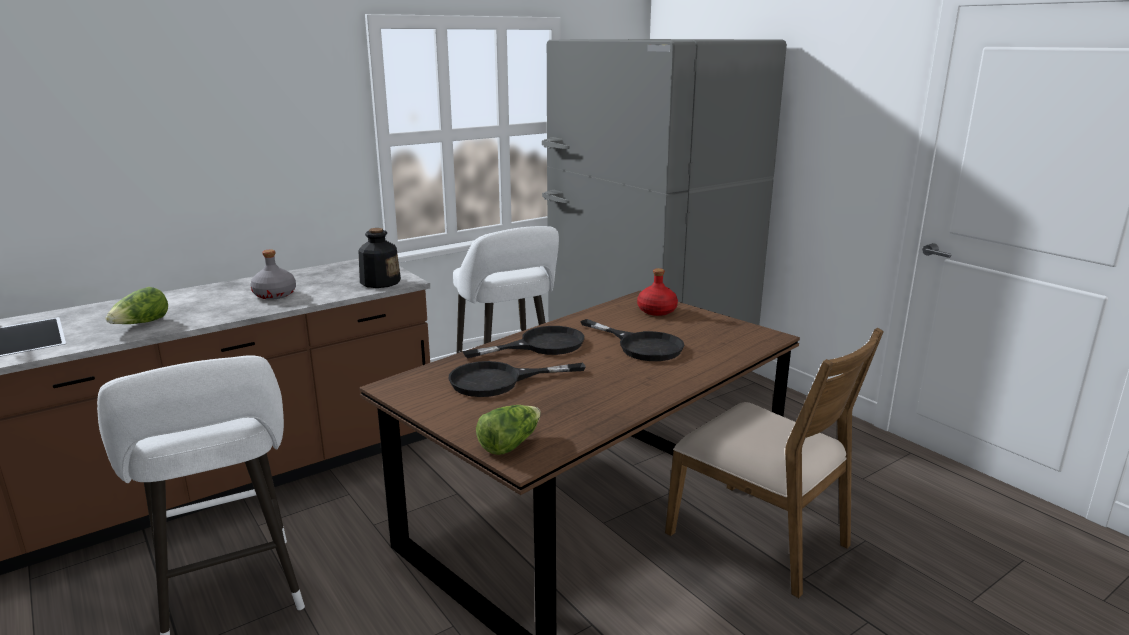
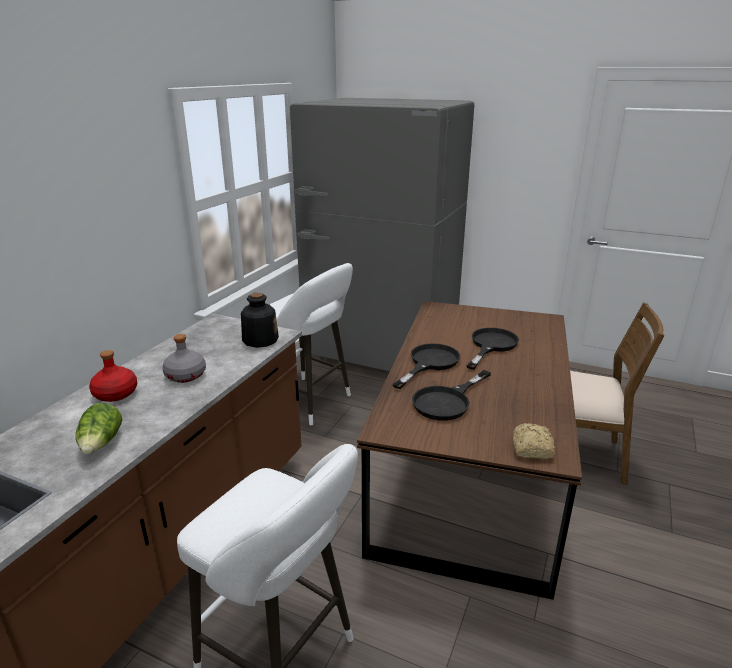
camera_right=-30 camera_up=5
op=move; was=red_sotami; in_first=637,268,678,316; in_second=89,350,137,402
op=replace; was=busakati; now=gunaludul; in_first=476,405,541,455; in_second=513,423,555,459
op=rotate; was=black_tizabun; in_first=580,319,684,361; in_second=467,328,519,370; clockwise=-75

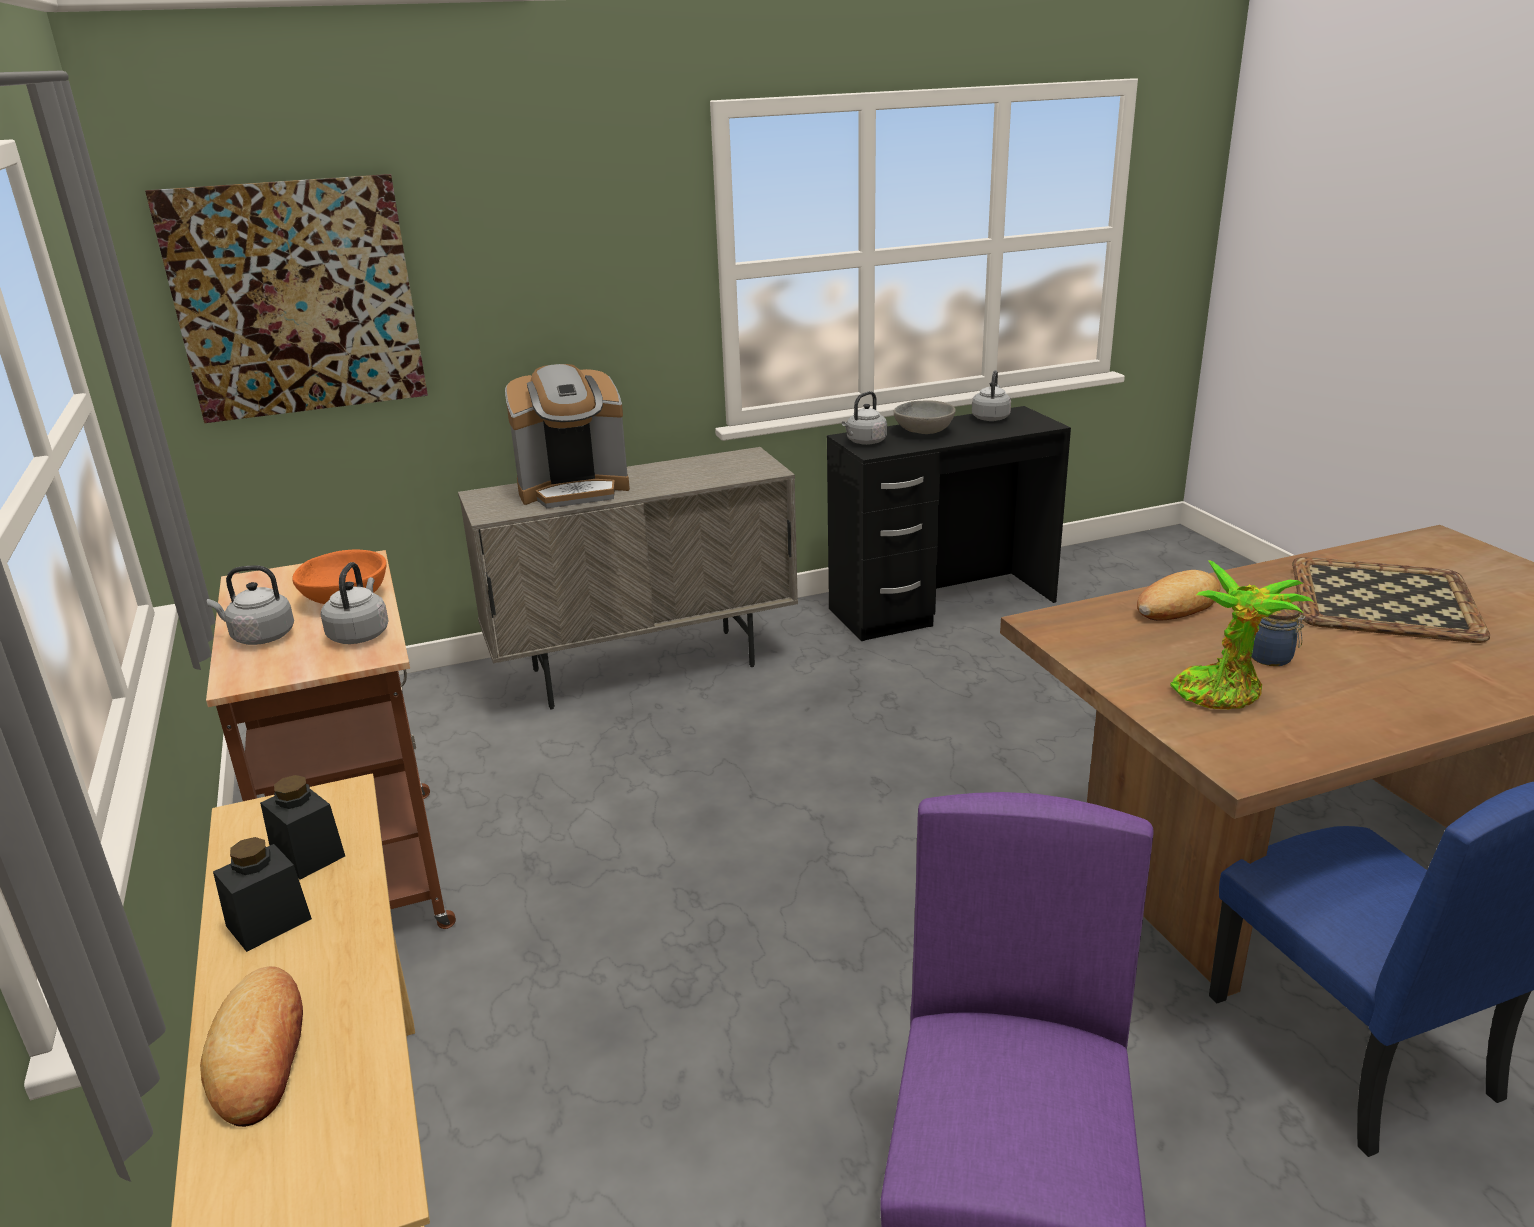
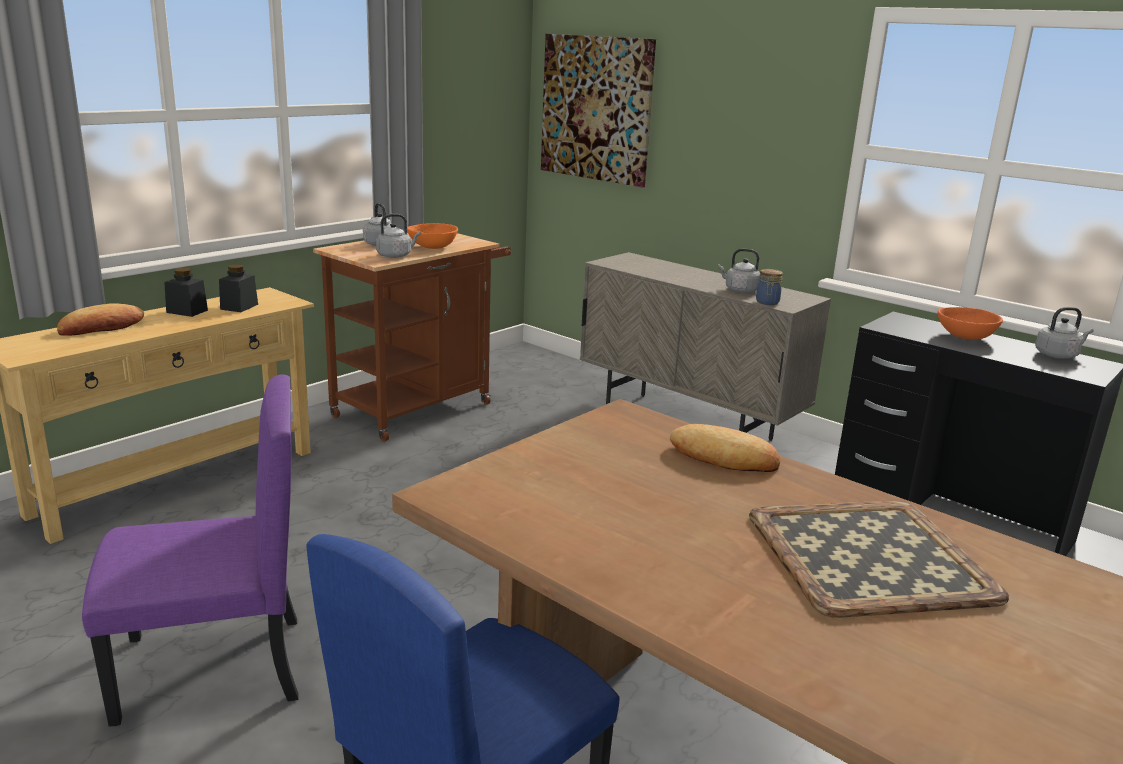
camera_right=60 camera_up=-5
op=delete; was=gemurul; in_first=505,364,630,508
op=delete; was=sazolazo; in_first=1170,560,1313,709
op=move; was=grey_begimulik; in_first=842,391,887,445; in_second=718,249,760,293
op=move; was=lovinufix; in_first=1251,603,1305,666; in_second=756,269,783,305
op=recolor; was=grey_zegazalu; now=orange_zegazalu; in_first=894,401,956,434; in_second=938,307,1003,340

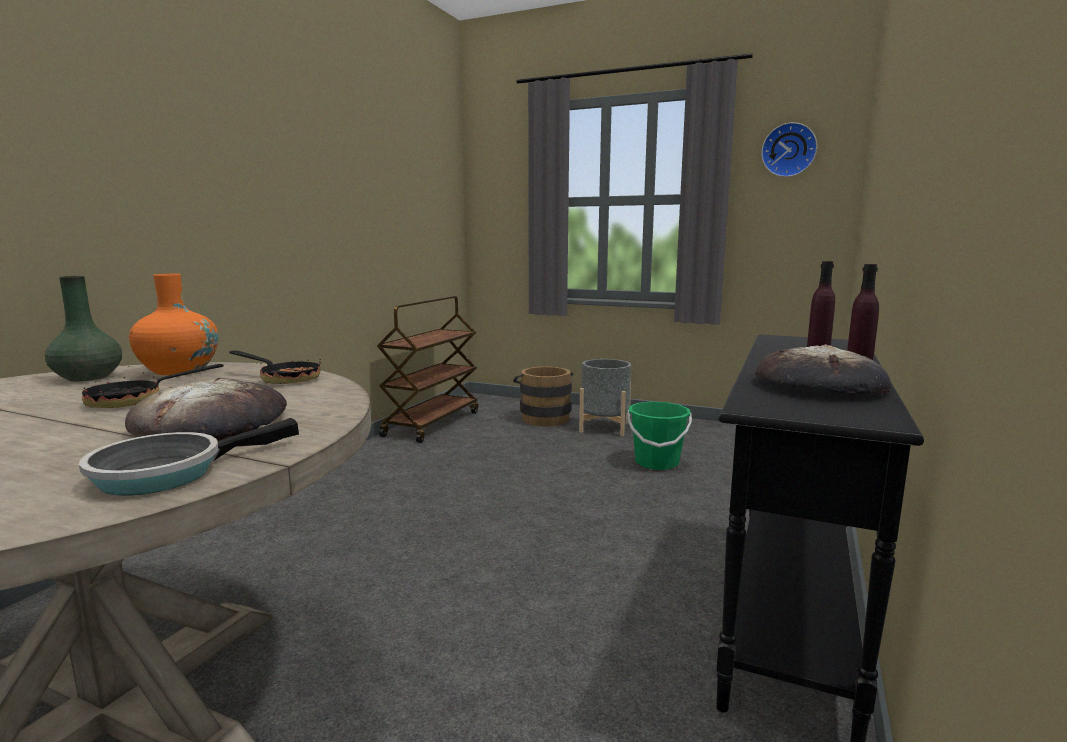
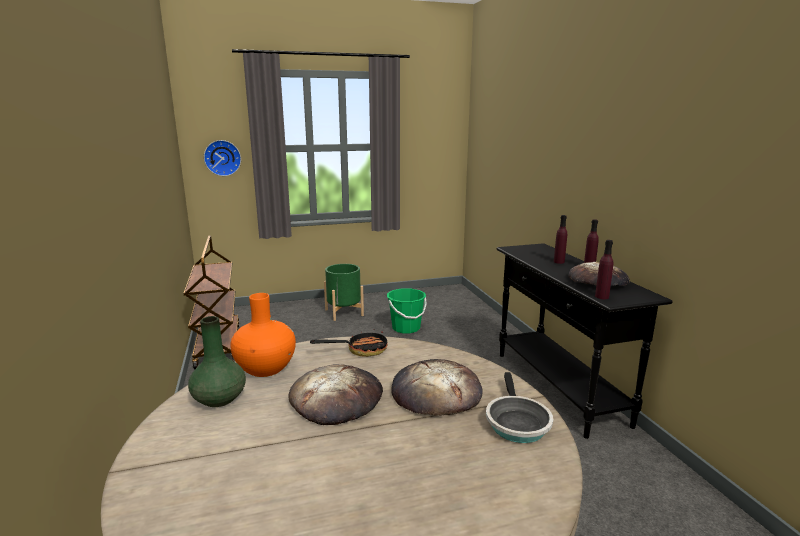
camera_right=-40 camera_up=5
op=delete; was=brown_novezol; in_first=513,366,573,426
op=insert; now=purple_sotami; in_second=595,240,613,299
op=move; was=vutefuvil; in_first=761,122,817,177; in_second=204,140,241,176
op=replace; was=tizabun; now=gunaludul; in_first=81,364,223,408; in_second=289,364,383,425
op=recolor; was=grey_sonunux; now=green_sonunux; in_first=579,359,631,436; in_second=324,264,364,321

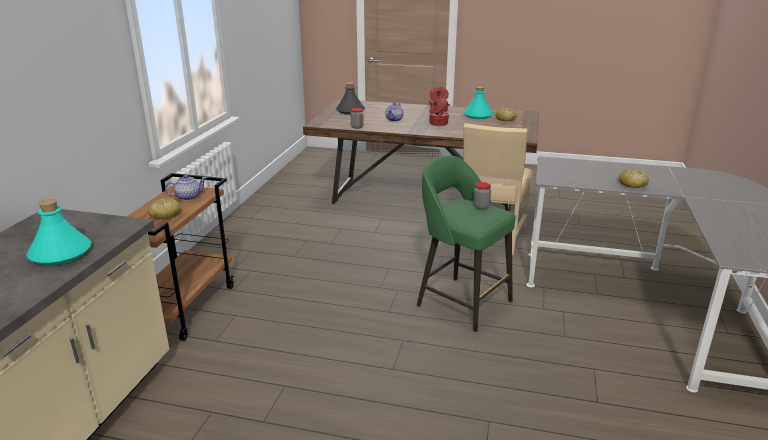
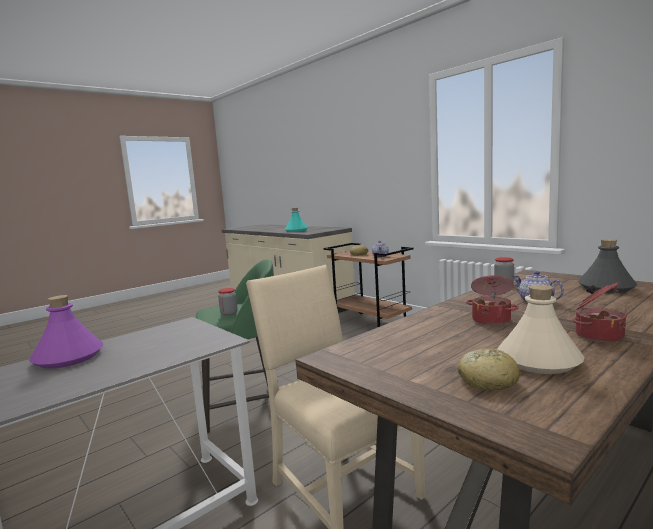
camera_right=125 camera_up=-15
op=replace; was=gunaludul; now=purple_sotami; in_first=619,168,649,188; in_second=29,295,103,368
op=recolor; was=turquoise_sotami; now=beige_sotami; in_first=463,86,493,119; in_second=497,285,584,374

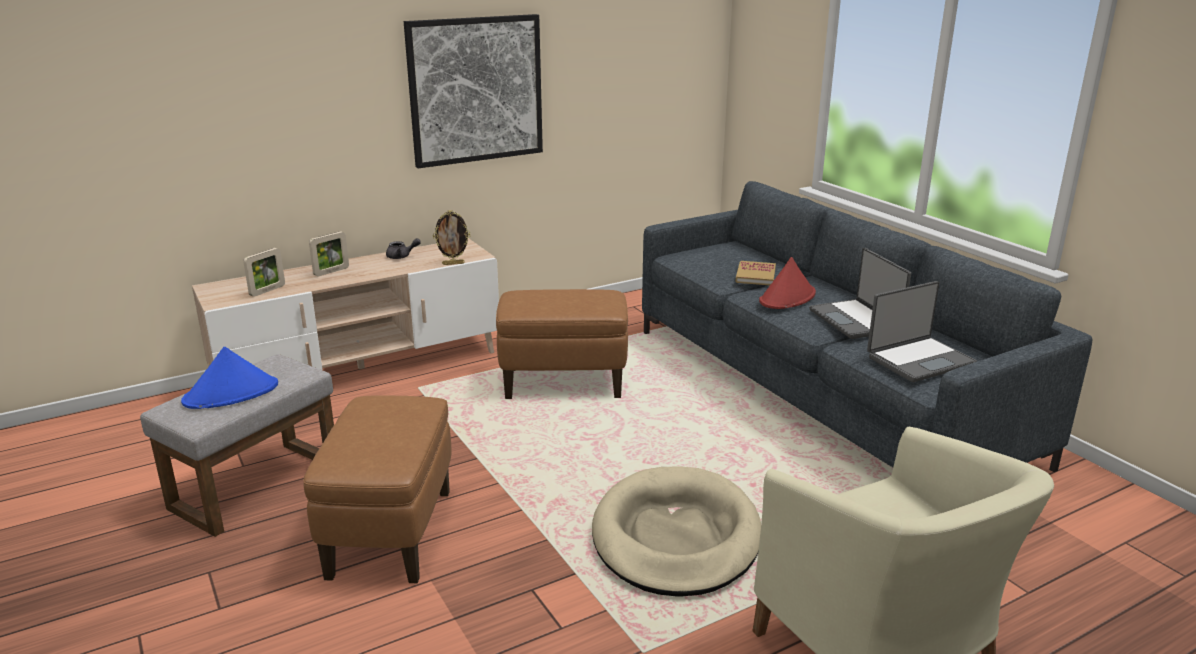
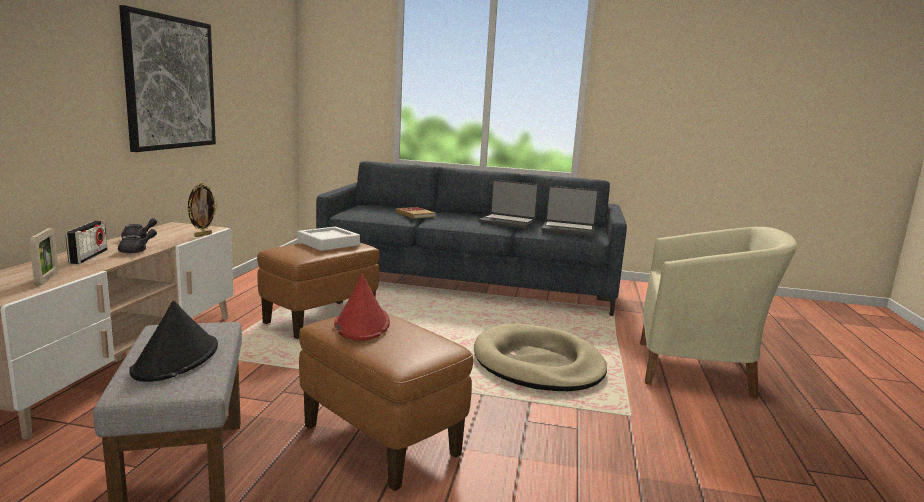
camera_right=-50 camera_up=-10
op=insert; now=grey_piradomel; in_second=118,229,157,254
op=insert; now=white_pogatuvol; in_second=297,226,360,251
op=move; was=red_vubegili; in_first=759,257,816,309; in_second=334,274,390,341
op=replace; was=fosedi; now=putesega; in_first=309,231,349,276; in_second=66,221,108,264
op=recolor; was=blue_vubegili; now=black_vubegili; in_first=181,347,278,409; in_second=129,301,218,382
op=rotate; was=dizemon; in_first=867,281,977,382; in_second=541,186,599,236; clockwise=90

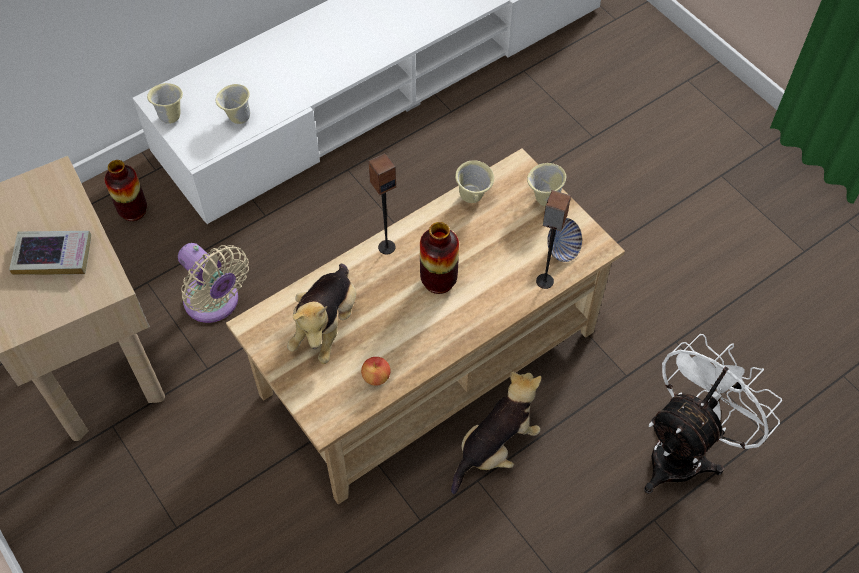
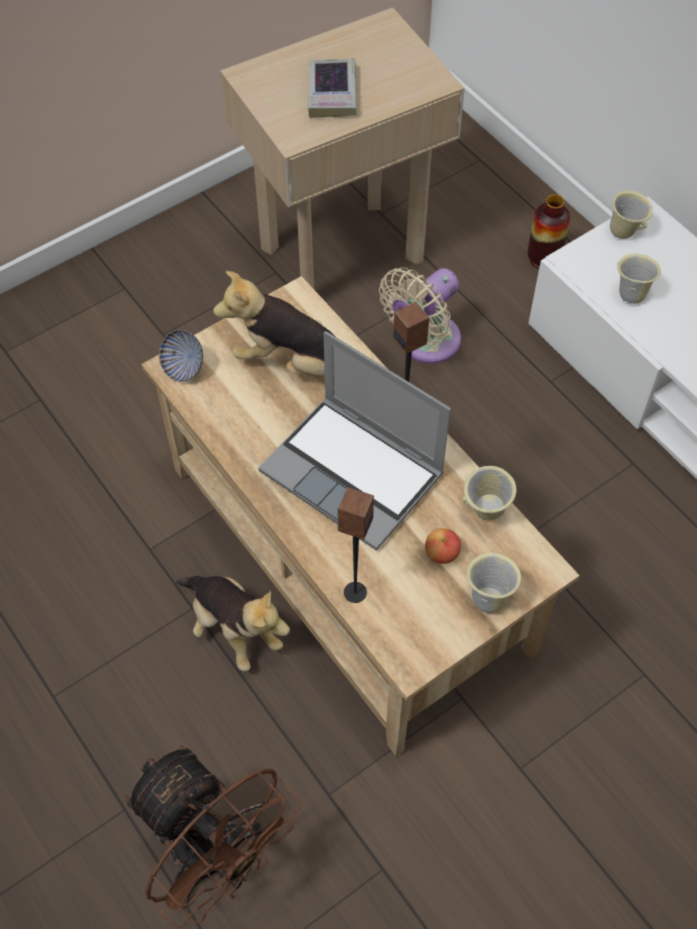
camera_right=90 camera_up=0
op=move; was=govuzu; in_first=361,357,390,386; in_second=425,528,461,564
op=move; was=zegazalu; in_first=547,218,582,262; in_second=159,330,203,382
op=replace; was=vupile; now=dizemon; in_first=420,222,459,294; in_second=259,331,451,550
op=recolor; was=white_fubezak; now=brown_fubezak; in_first=644,334,782,494; in_second=124,745,301,928

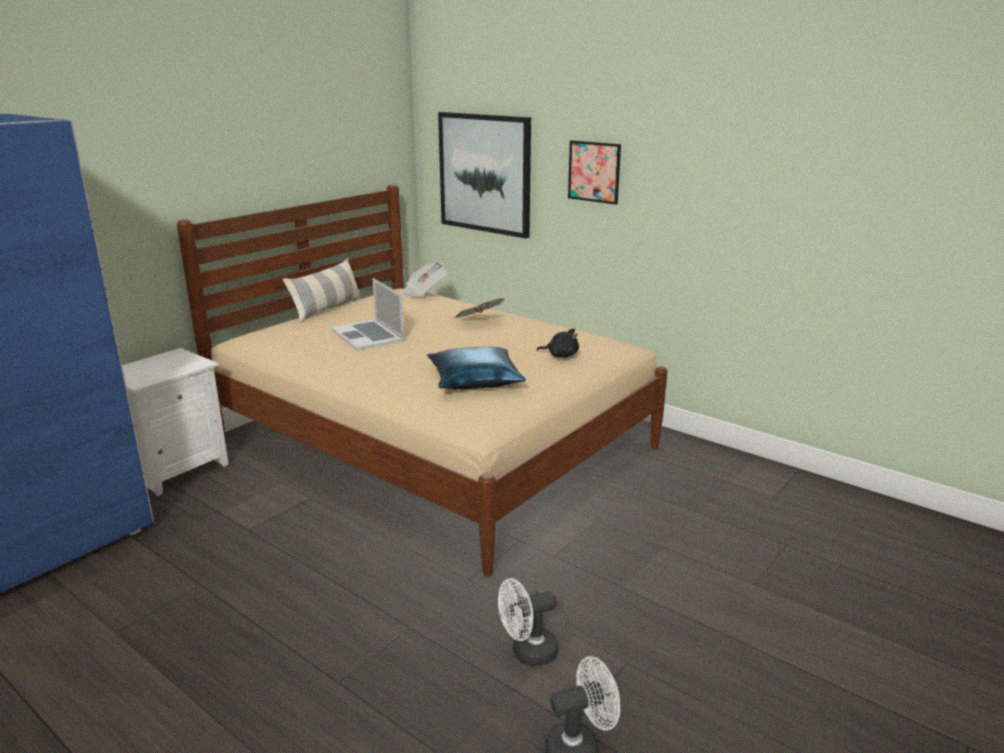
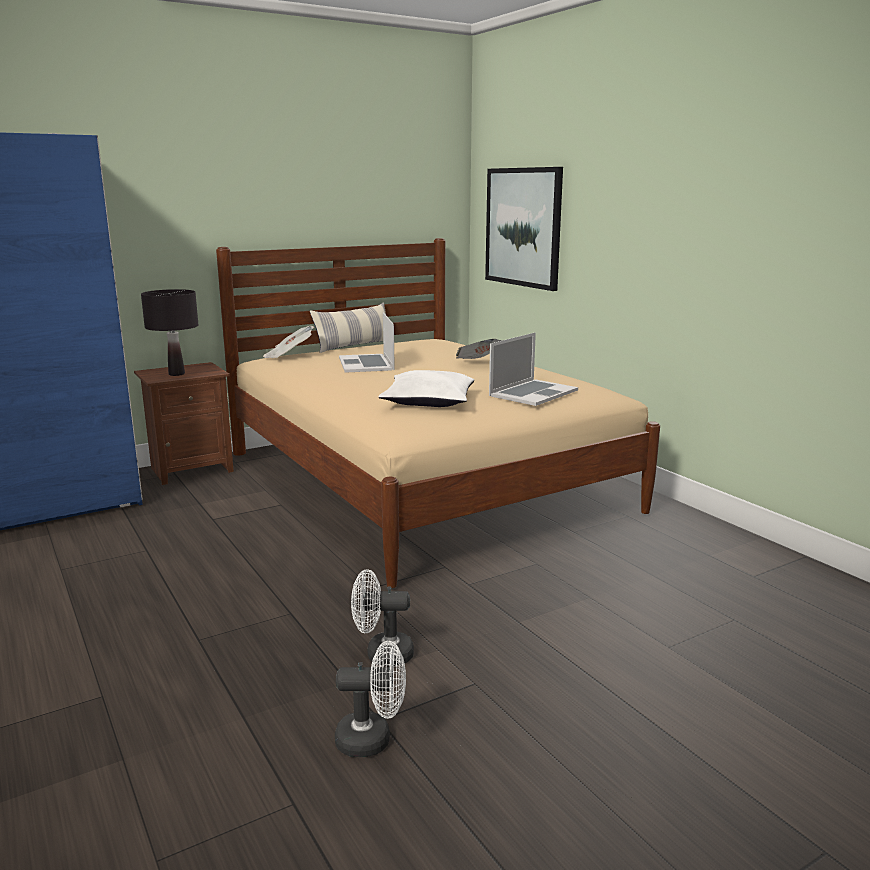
camera_right=20 camera_up=-5
op=delete; was=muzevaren; in_first=568,140,621,205
op=insert; now=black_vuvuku; in_second=141,289,198,376
op=move; was=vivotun; in_first=400,262,447,297; in_second=263,326,314,358
op=replace; was=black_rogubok; now=dizemon; in_first=537,328,579,357; in_second=489,332,578,406
op=recolor; was=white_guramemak; now=brown_guramemak; in_first=122,348,229,496; in_second=134,362,234,485
op=recolor; was=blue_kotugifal; now=white_kotugifal; in_first=427,346,526,390; in_second=378,370,474,407

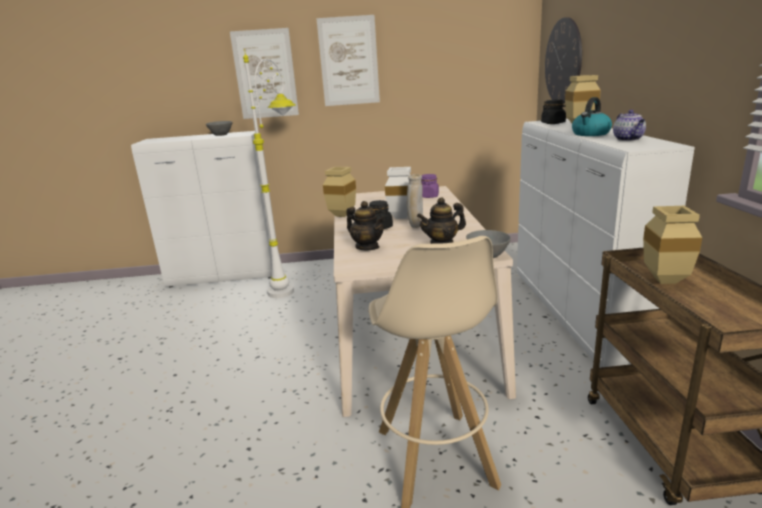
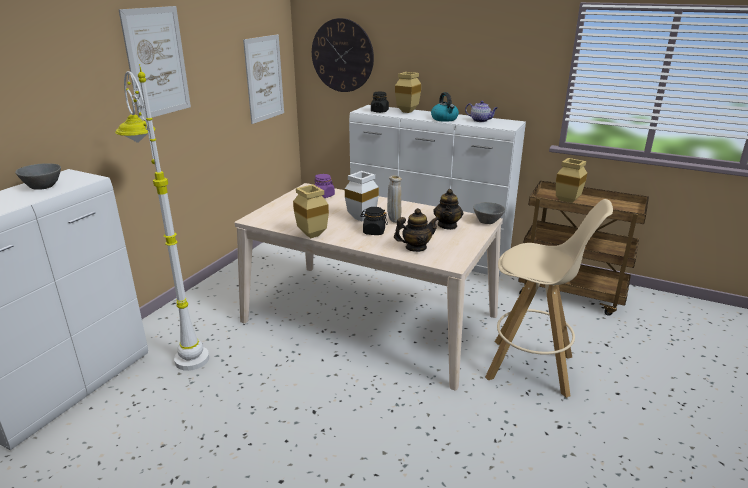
camera_right=-60 camera_up=5
op=move; was=muzevaren; in_first=230,28,299,119; in_second=243,34,284,124

